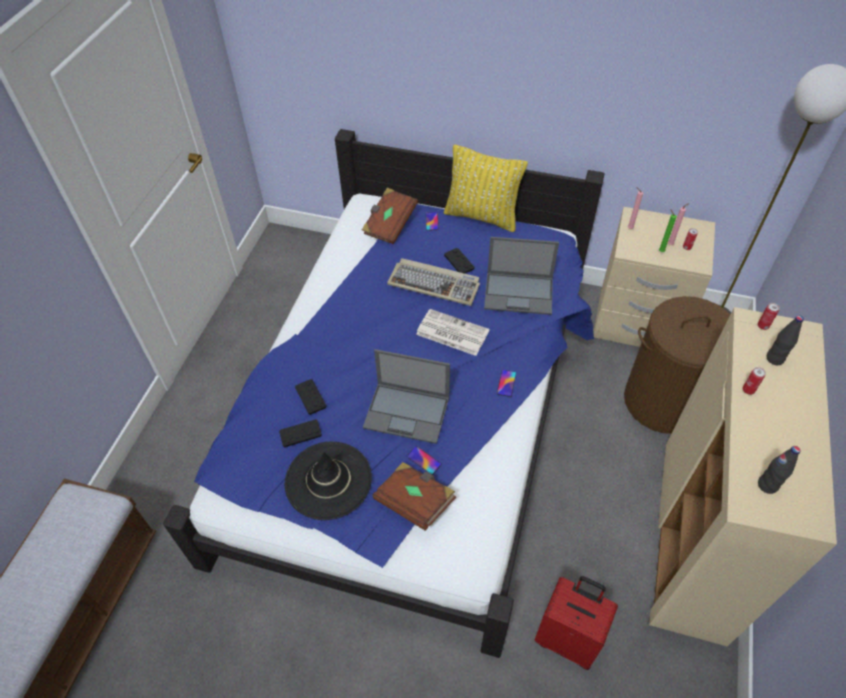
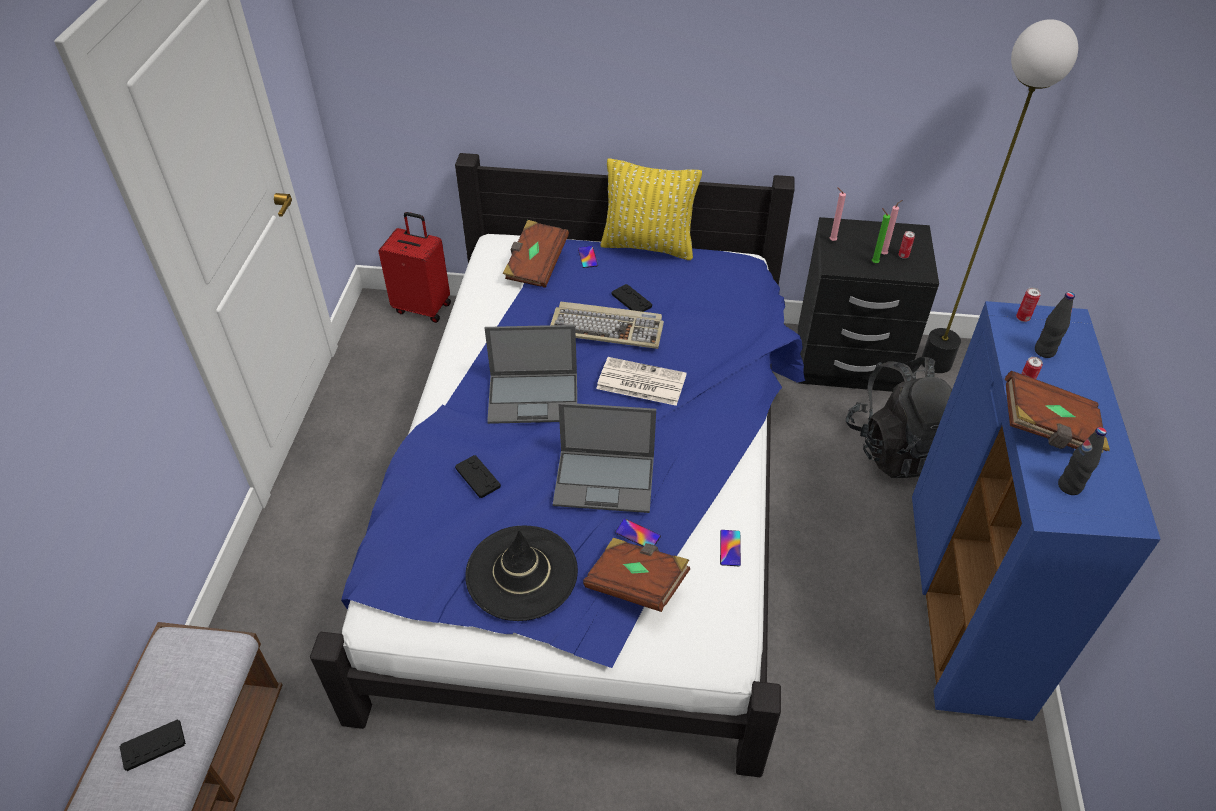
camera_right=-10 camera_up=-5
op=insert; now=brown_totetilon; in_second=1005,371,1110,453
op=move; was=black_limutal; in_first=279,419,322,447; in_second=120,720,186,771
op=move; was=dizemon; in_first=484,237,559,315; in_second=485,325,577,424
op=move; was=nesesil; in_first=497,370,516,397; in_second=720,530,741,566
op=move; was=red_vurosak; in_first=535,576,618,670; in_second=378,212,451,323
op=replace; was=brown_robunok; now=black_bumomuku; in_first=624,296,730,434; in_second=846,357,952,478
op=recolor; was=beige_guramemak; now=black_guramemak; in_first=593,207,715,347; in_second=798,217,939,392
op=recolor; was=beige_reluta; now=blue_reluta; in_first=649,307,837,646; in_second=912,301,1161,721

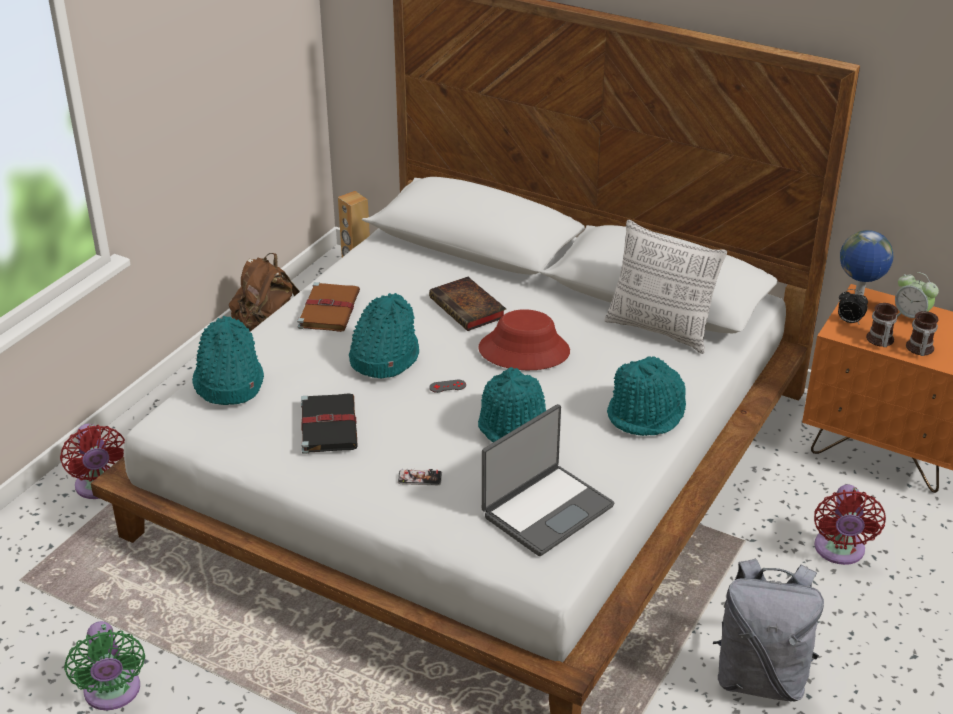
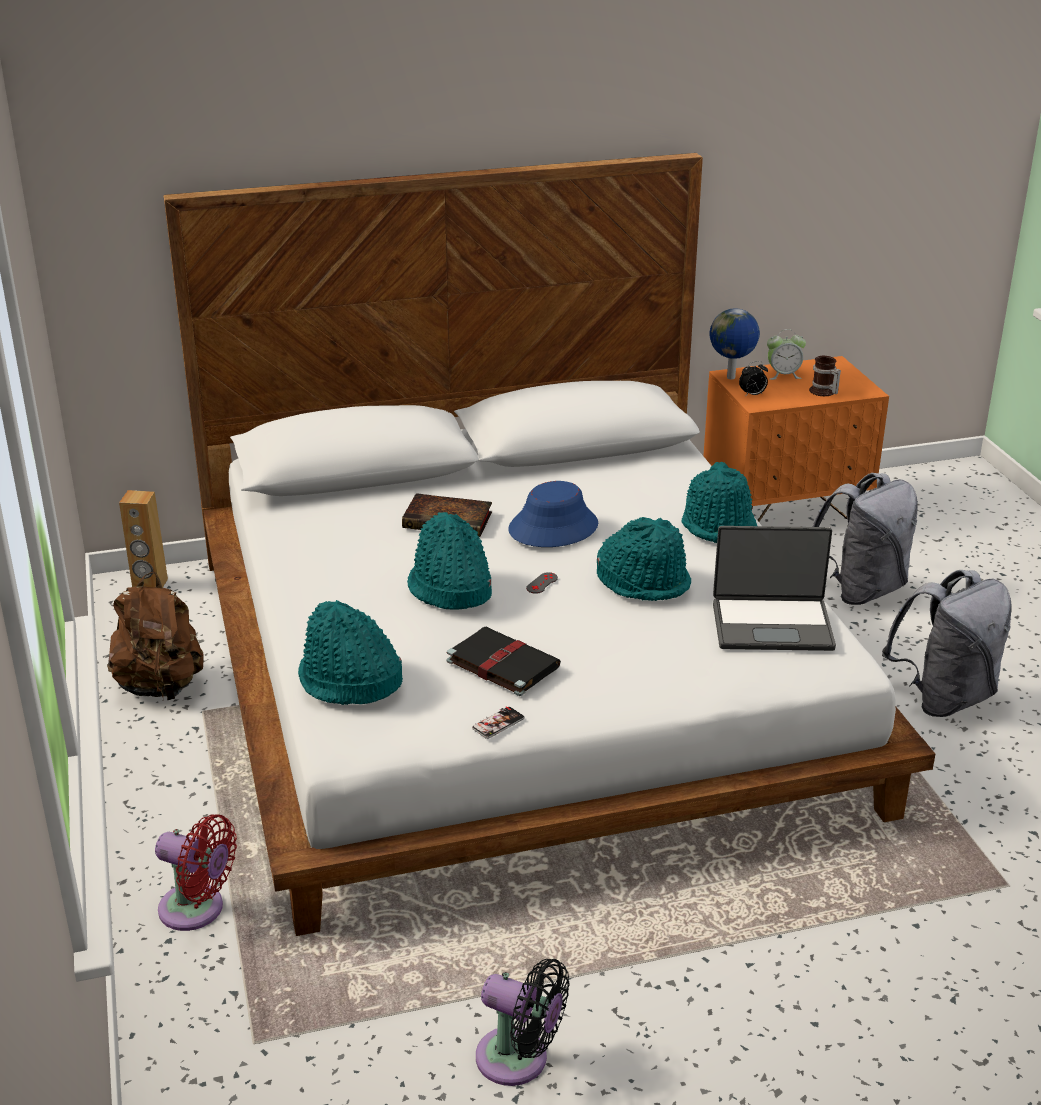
camera_right=-45 camera_up=-5
op=delete; was=brown_totetilon; in_first=297,282,360,332
op=delete; was=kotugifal; in_first=604,220,727,354
op=delete; was=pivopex; in_first=866,303,898,347
op=move; was=nesesil; in_first=398,468,442,485; in_second=472,706,525,739
op=replace; was=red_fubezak; now=grey_bumomuku; in_first=814,484,886,565; in_second=813,473,918,605
op=recolor; was=green_fubezak; now=black_fubezak; in_first=64,621,145,710; in_second=476,959,570,1086
op=recolor; was=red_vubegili; now=blue_vubegili; in_first=478,309,570,370; in_second=508,481,598,547
op=rotate; was=dizemon; in_first=482,404,614,556; in_second=713,526,836,651; clockwise=90

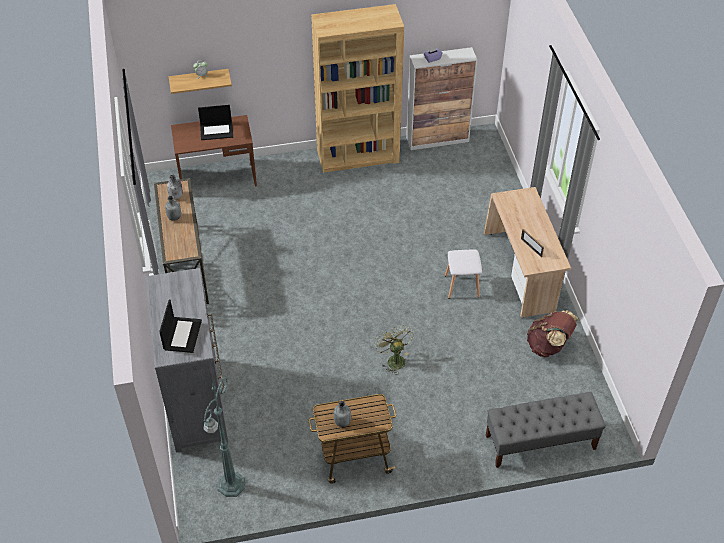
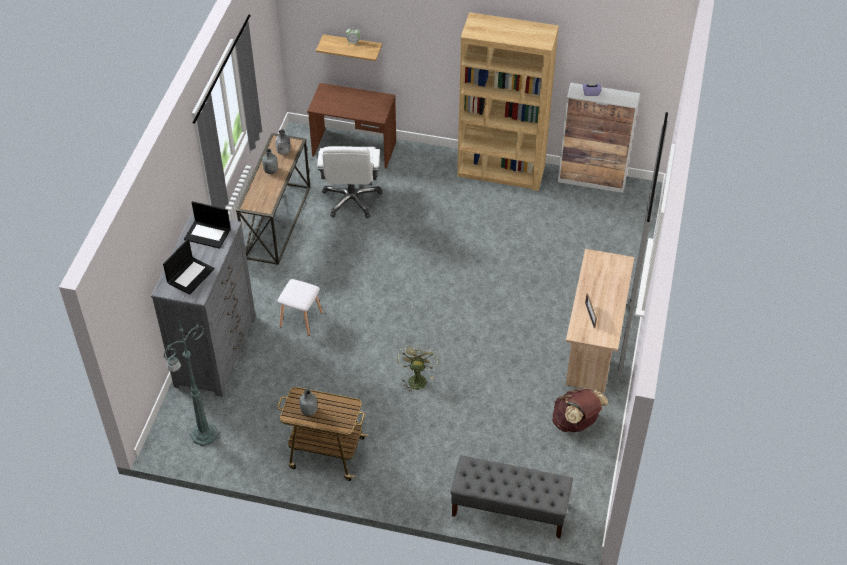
camera_right=25 camera_up=0
op=insert; now=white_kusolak; in_second=317,146,383,218
op=move; was=dizemon; in_first=198,105,233,140; in_second=184,201,231,249
op=move; was=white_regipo; in_first=445,250,482,299; in_second=278,279,323,336

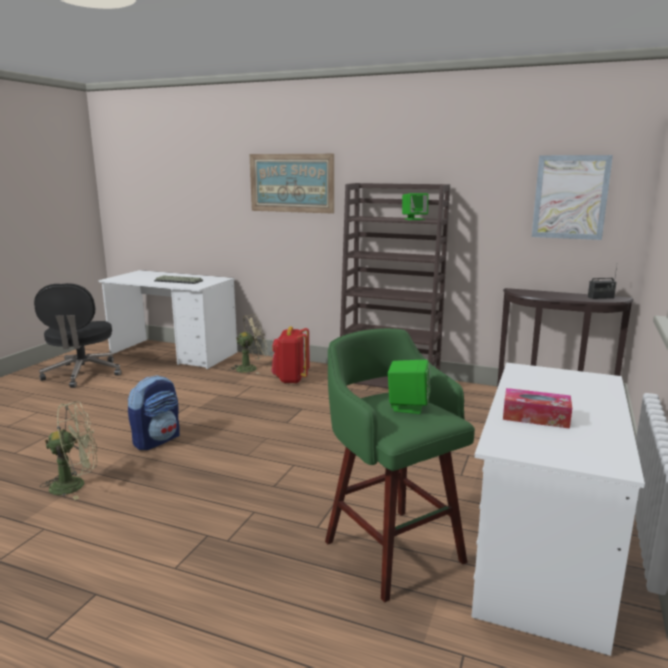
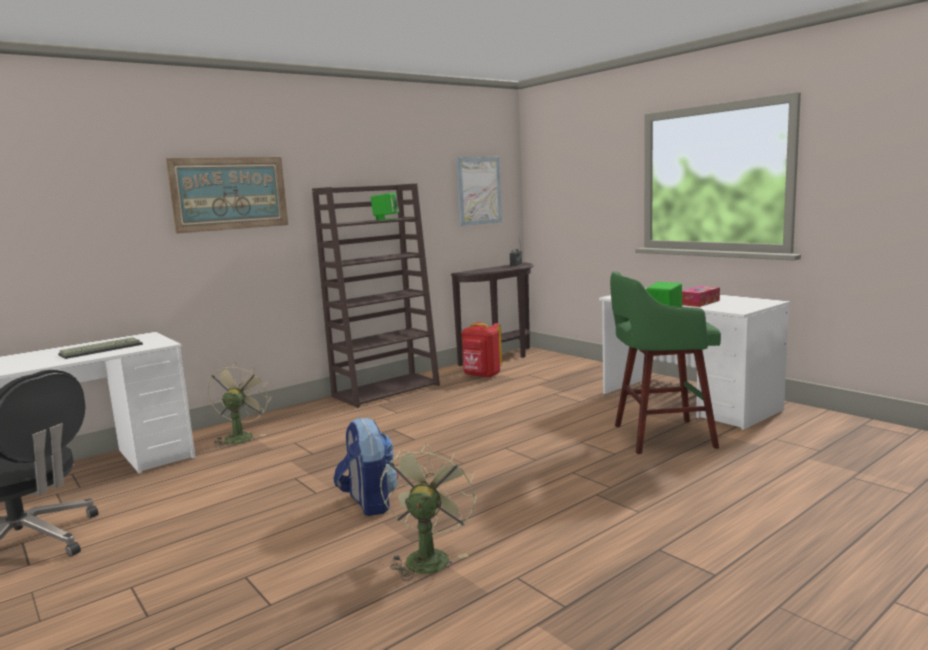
camera_right=-60 camera_up=-5
op=move; was=red_bumomuku; in_first=272,326,310,384; in_second=462,322,502,378

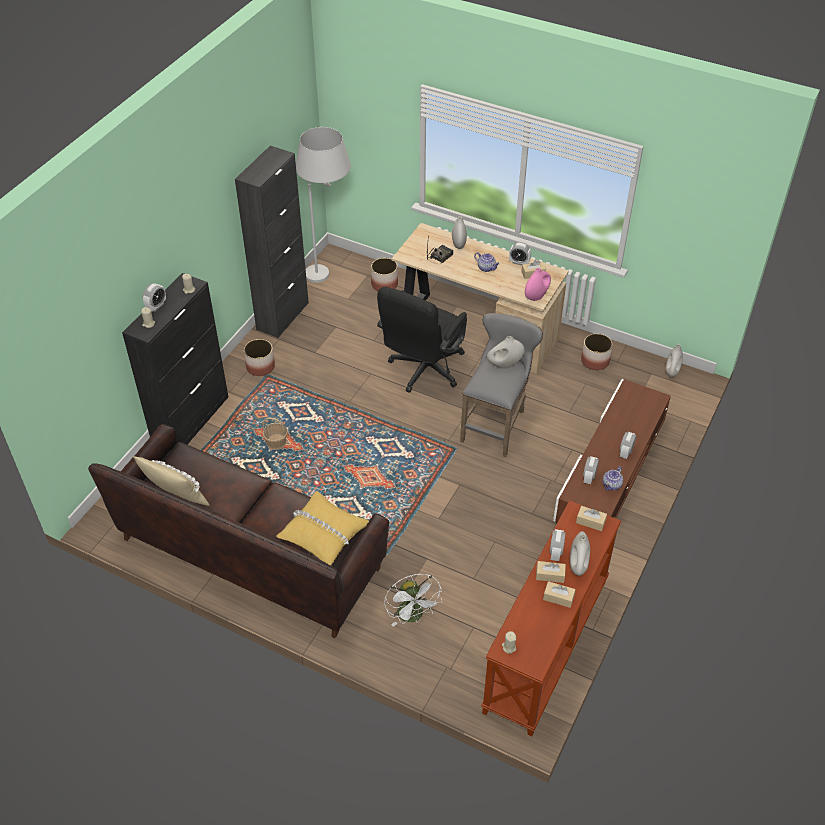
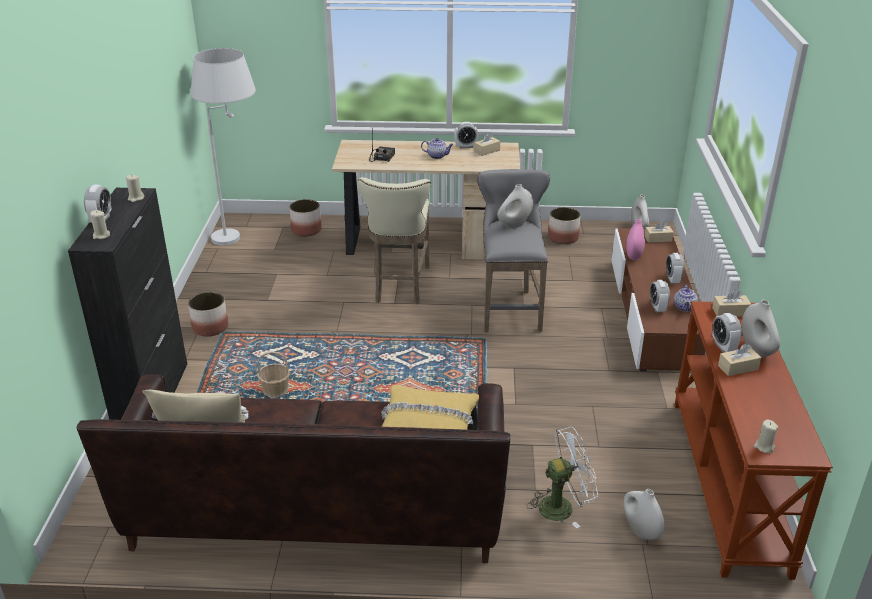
camera_right=-25 camera_up=-15
op=delete; was=black_reluta; in_first=235,146,309,338
op=move; was=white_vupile; in_first=452,216,467,249; in_second=624,489,665,540
op=move; was=pink_vupile; in_first=525,268,551,301; in_second=626,219,645,260
op=move; was=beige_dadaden; in_first=543,581,576,608; in_second=645,221,674,243
op=replace; was=black_kusolak; now=beige_regipo; in_first=377,287,467,393; in_second=358,177,431,304
op=rotate; was=white_fubezak; in_first=384,574,442,627; in_second=527,427,598,528; clockwise=-60

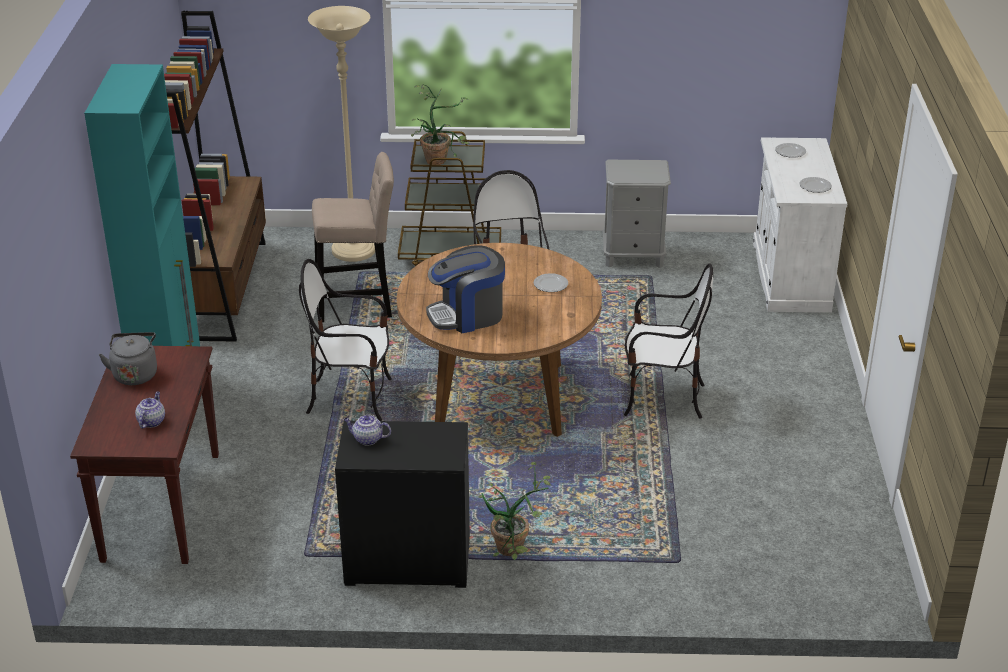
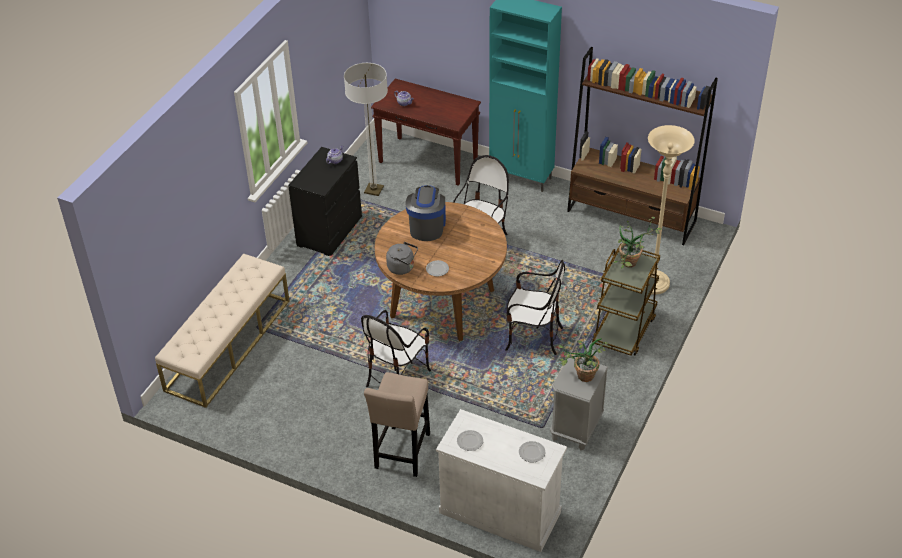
camera_right=115 camera_up=10
op=insert; now=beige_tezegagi; in_second=155,253,290,408
op=insert; now=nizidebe; in_second=344,63,388,196
op=move; was=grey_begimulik; in_first=99,332,157,385; in_second=386,242,418,275
op=move; was=beige_regipo; in_first=312,152,394,322; in_second=364,372,430,477
op=move; was=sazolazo; in_first=478,462,551,560; in_second=558,338,610,382

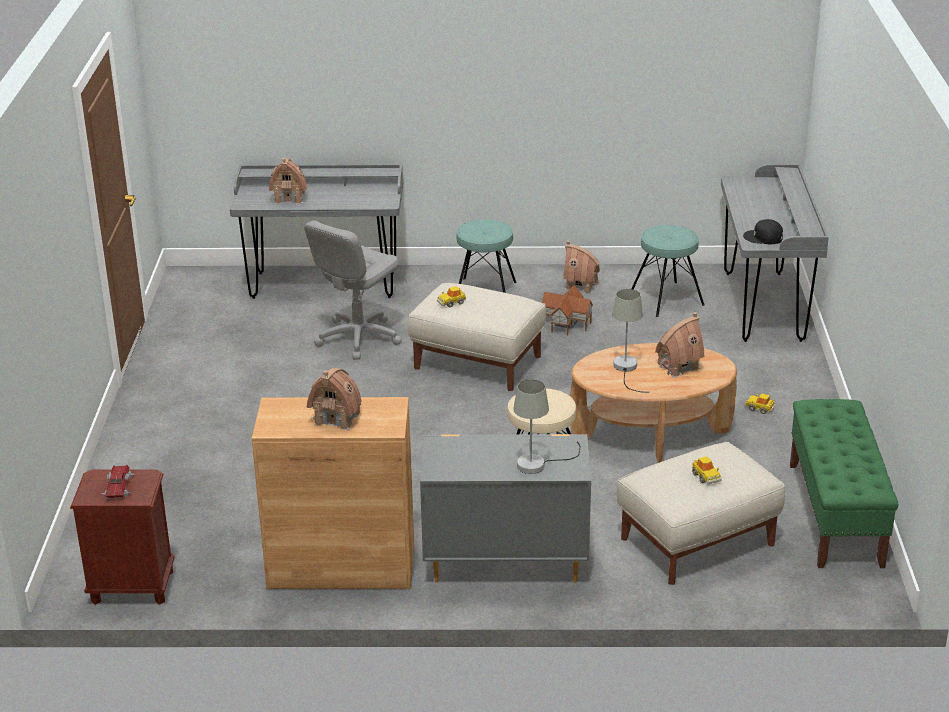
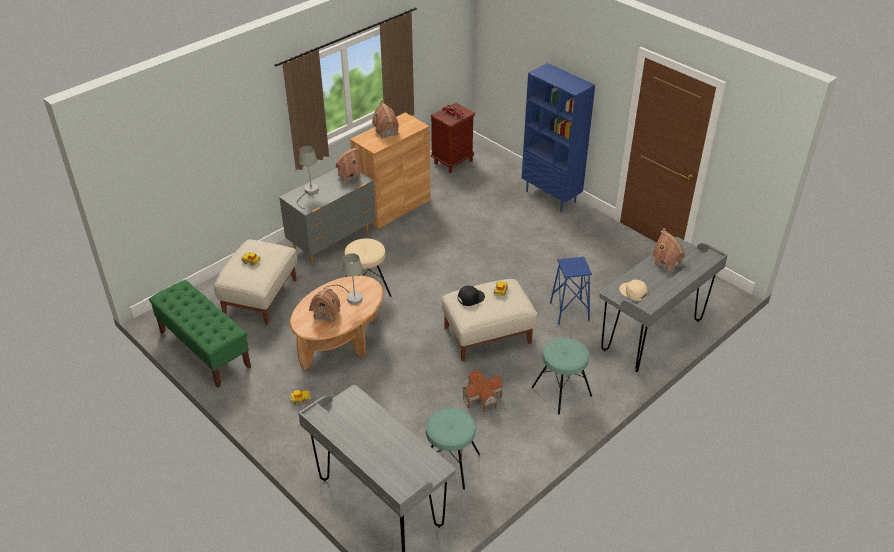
camera_right=135 camera_up=10
op=insert; now=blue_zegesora; in_second=522,63,595,212
op=insert; now=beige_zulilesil; in_second=619,280,648,301
op=move; was=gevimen; in_first=563,241,600,293; in_second=336,145,362,183
op=move; was=black_zulilesil; in_first=743,219,783,244; in_second=458,286,485,306
op=replace; was=grey_kusolak; now=blue_regipo; in_first=304,220,402,360; in_second=550,257,592,325

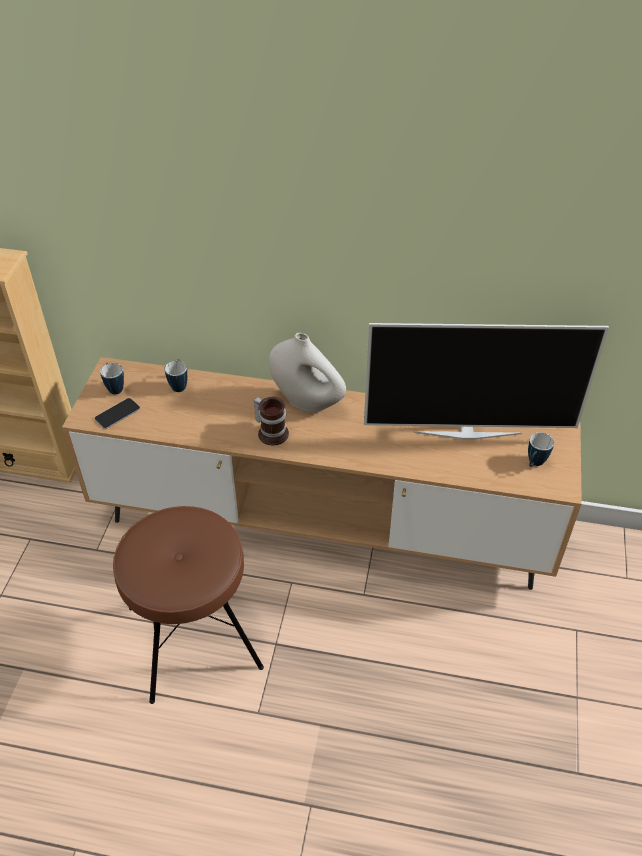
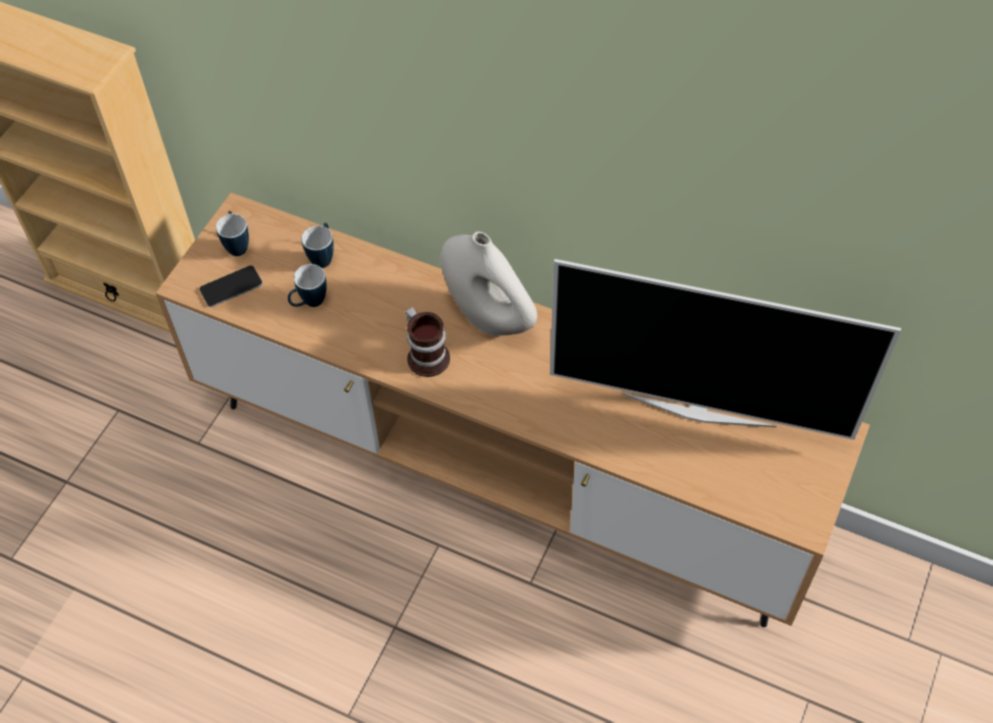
camera_right=15 camera_up=10
op=delete; was=brown_regipo; in_first=113,506,264,704
op=move; was=pivopex; in_first=528,432,554,467; in_second=288,264,326,307

